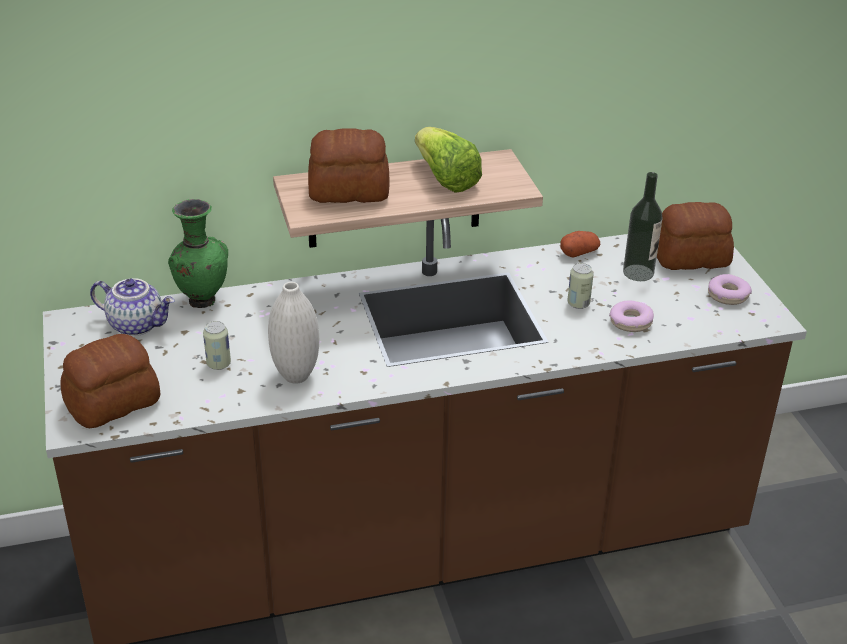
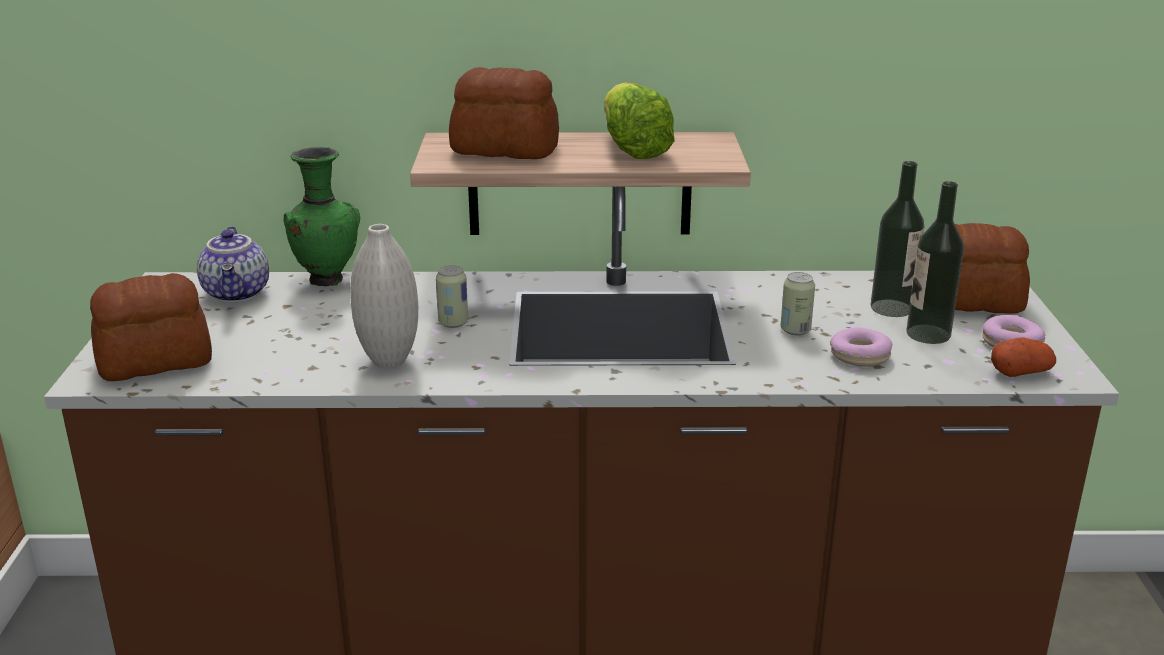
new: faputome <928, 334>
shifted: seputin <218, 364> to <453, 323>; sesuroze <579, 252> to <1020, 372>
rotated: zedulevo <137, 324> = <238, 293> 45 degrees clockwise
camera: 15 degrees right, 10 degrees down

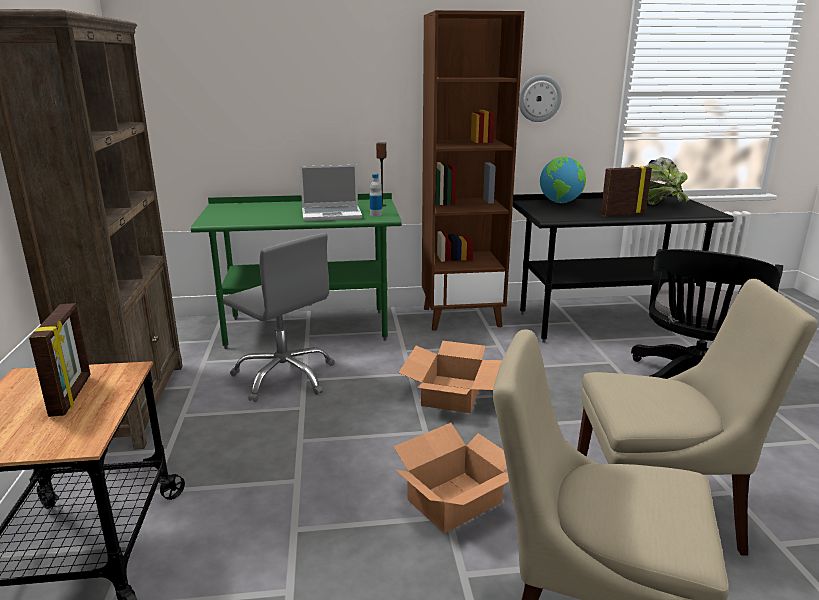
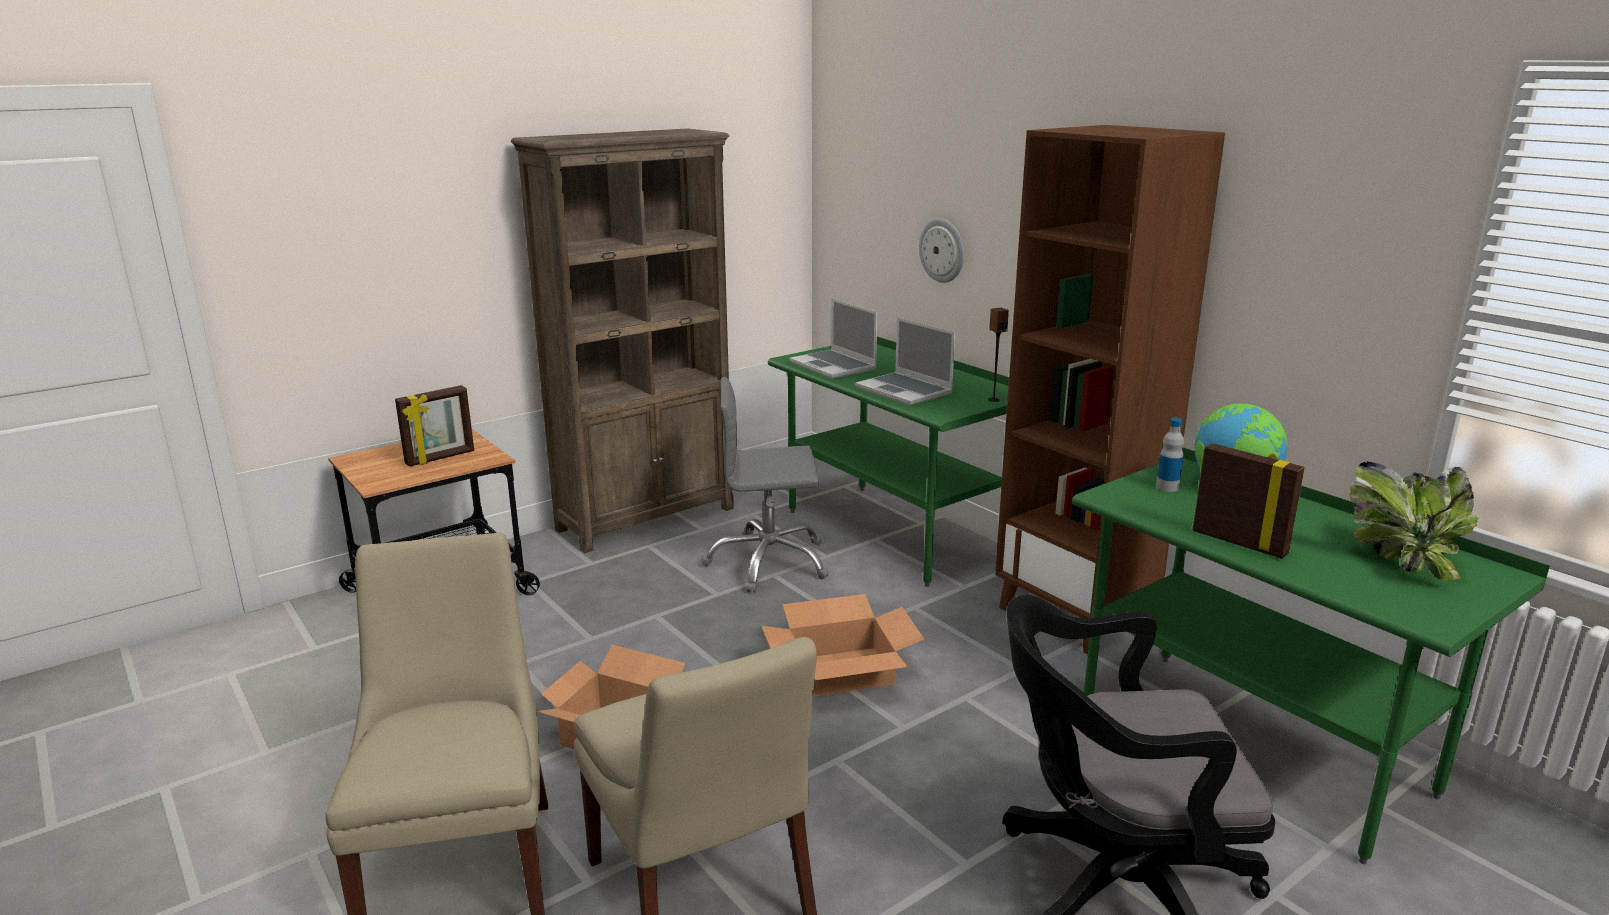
new: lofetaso <834, 366>
shifted: faputome <376, 214> to <1167, 487>; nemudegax <539, 98> to <942, 250>
repainted: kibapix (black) <603, 323> to kibapix (green) <1251, 746>
rotated: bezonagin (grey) <284, 376> = <768, 562> 75 degrees clockwise
camera: 60 degrees right, 0 degrees up

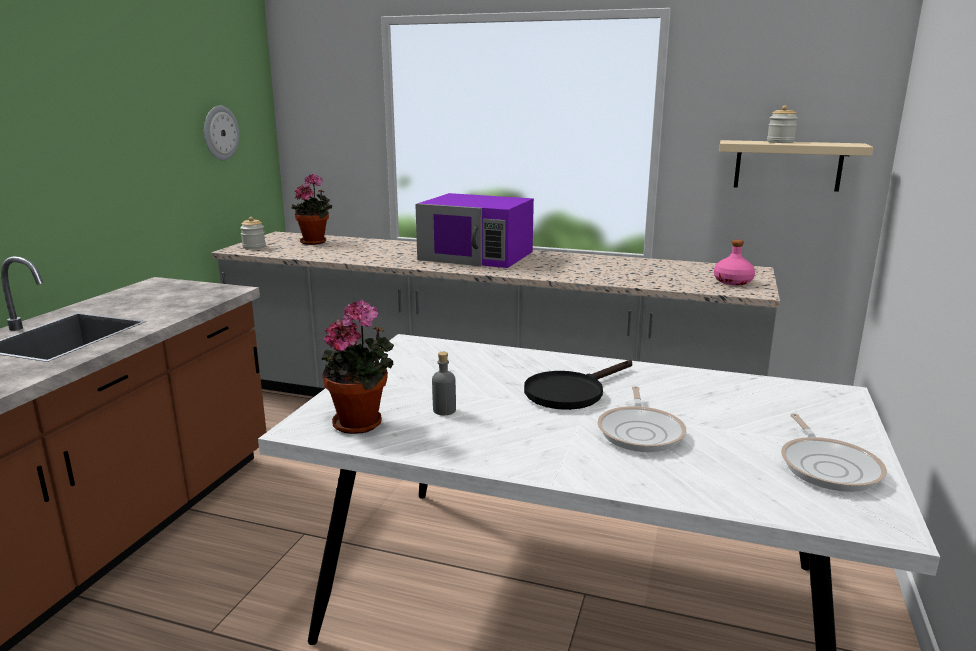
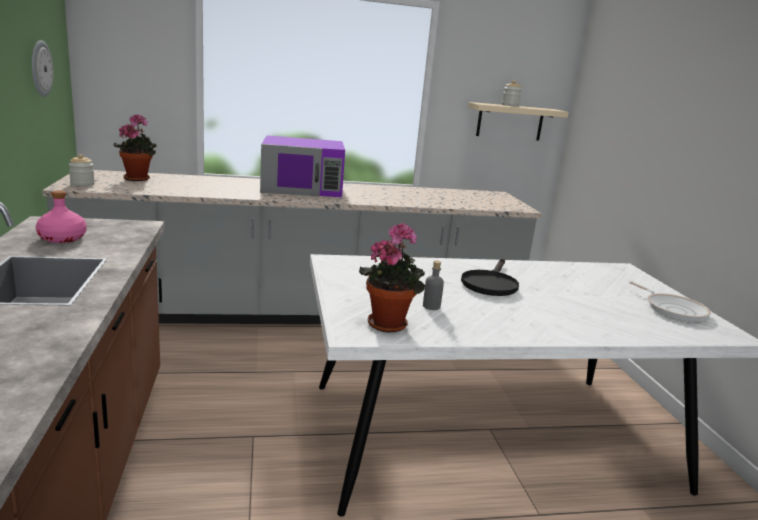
gone: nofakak <641, 432>
shifted: faputome (pink) <732, 282> to <62, 238>
camera: 30 degrees left, 0 degrees up

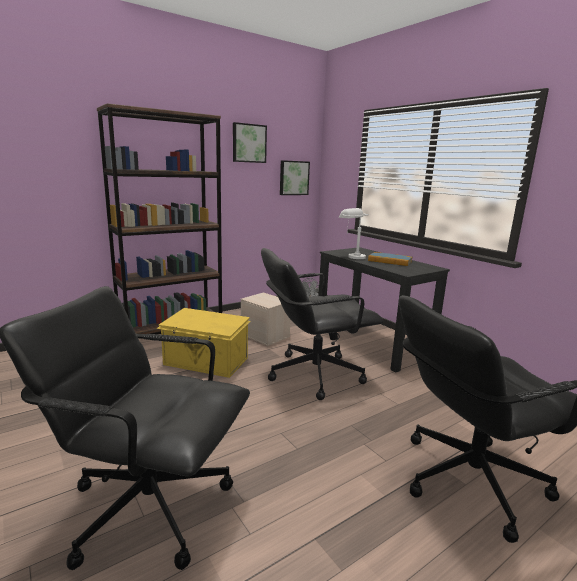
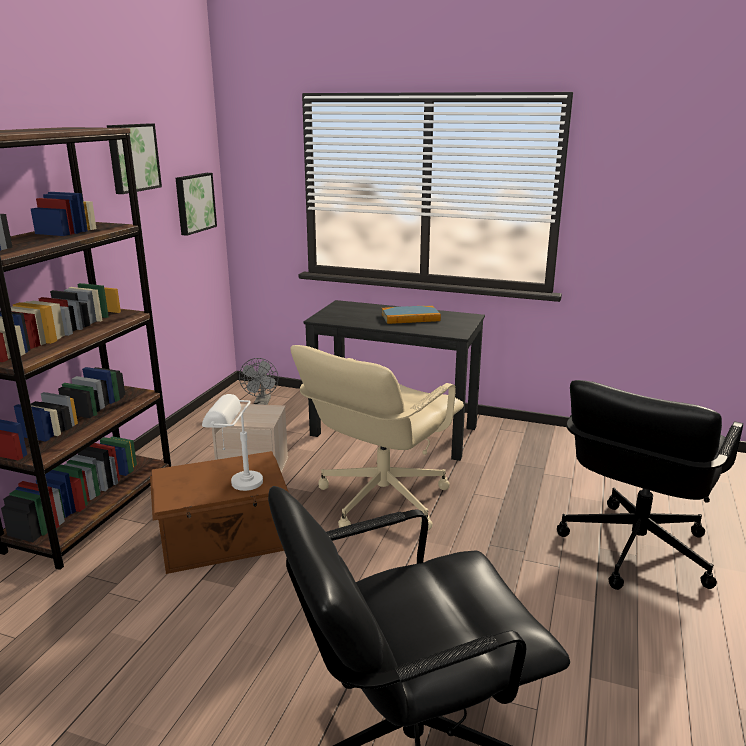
shifted: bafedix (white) <351, 256> to <236, 482>
repainted: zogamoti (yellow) <206, 362> to zogamoti (brown) <224, 541>; bezonagin (black) <314, 374> to bezonagin (beige) <381, 499>
camera: 35 degrees left, 5 degrees up

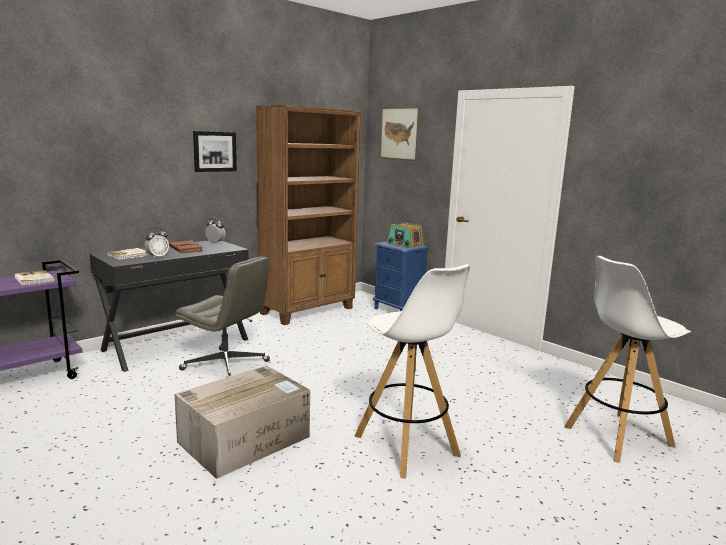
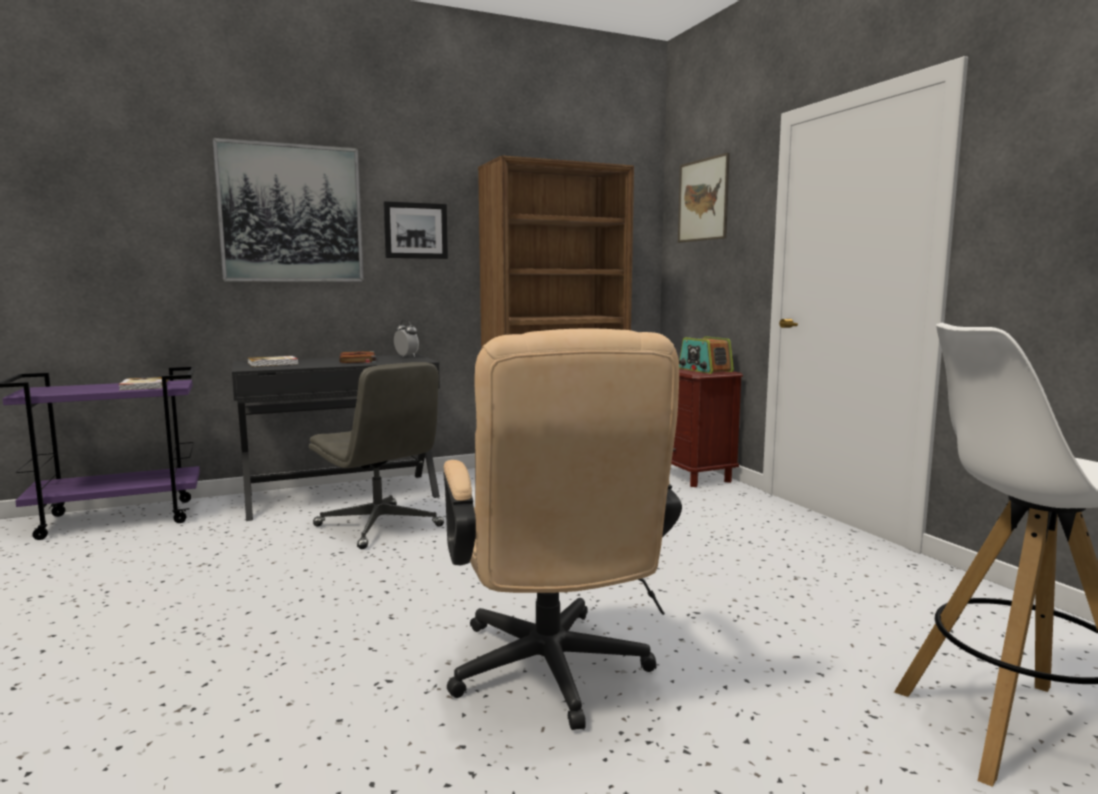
gone: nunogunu <157, 257>; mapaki <245, 439>
new: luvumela <291, 214>
swapped: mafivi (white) <407, 446> to bezonagin (beige) <552, 677>
repainted: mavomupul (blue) <397, 310> to mavomupul (brown) <694, 476>
camera: 20 degrees right, 5 degrees down

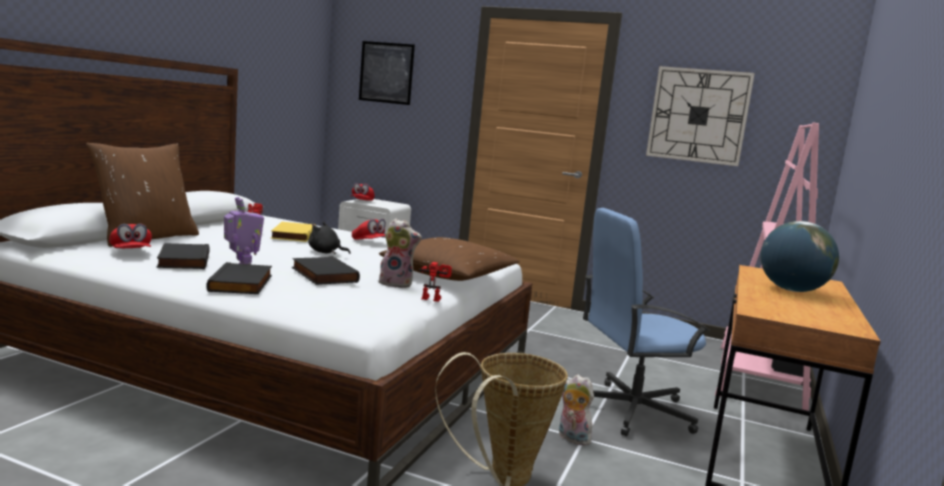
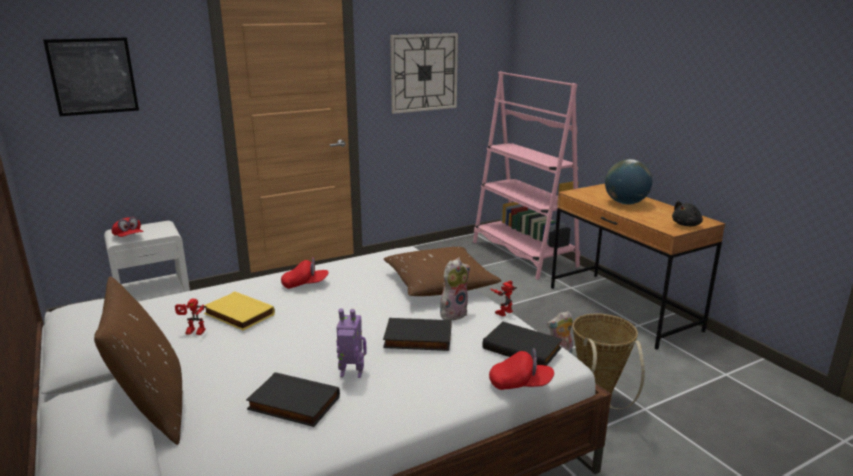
gone: bezonagin (blue) <631, 410>
shifted: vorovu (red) <131, 253> to <520, 384>; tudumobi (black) <242, 283> to <523, 347>; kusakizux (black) <325, 252> to <687, 225>
camera: 50 degrees left, 10 degrees up

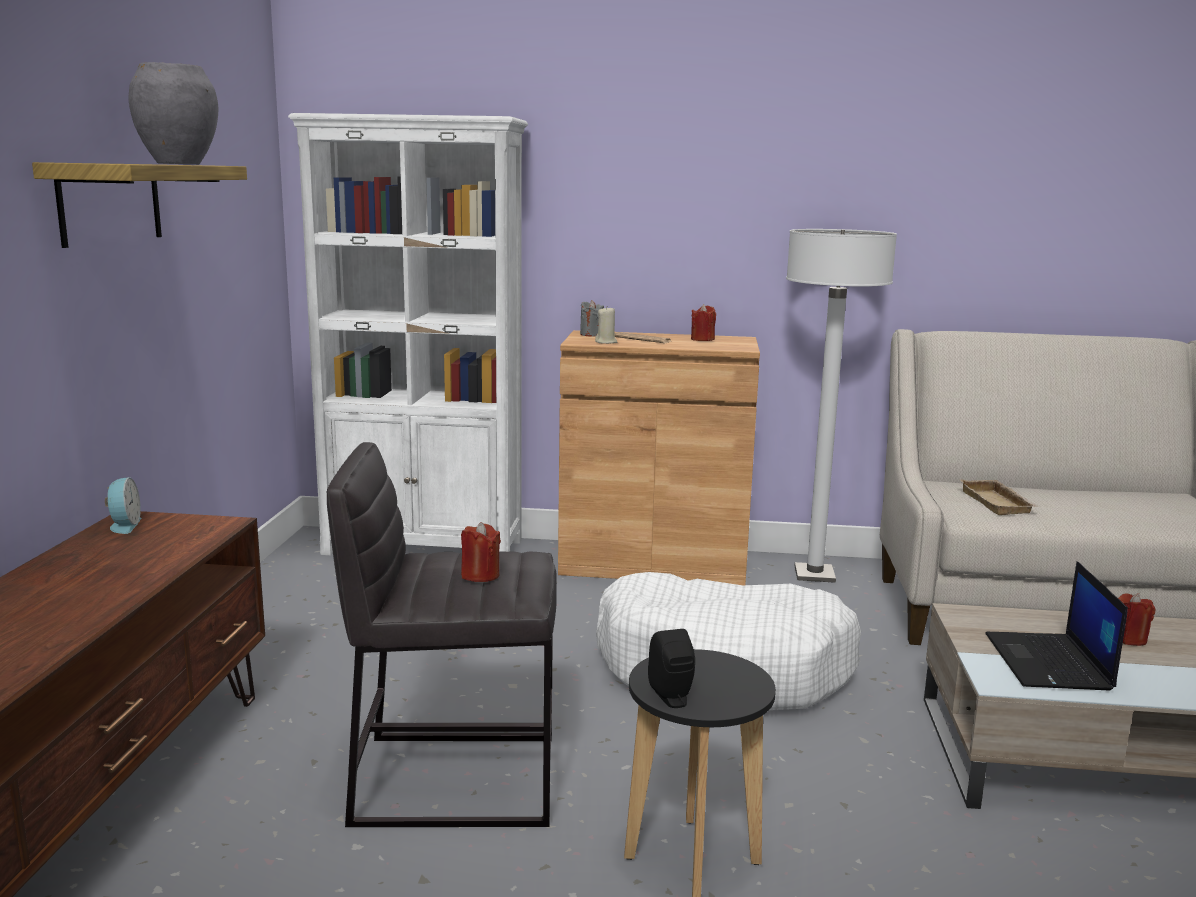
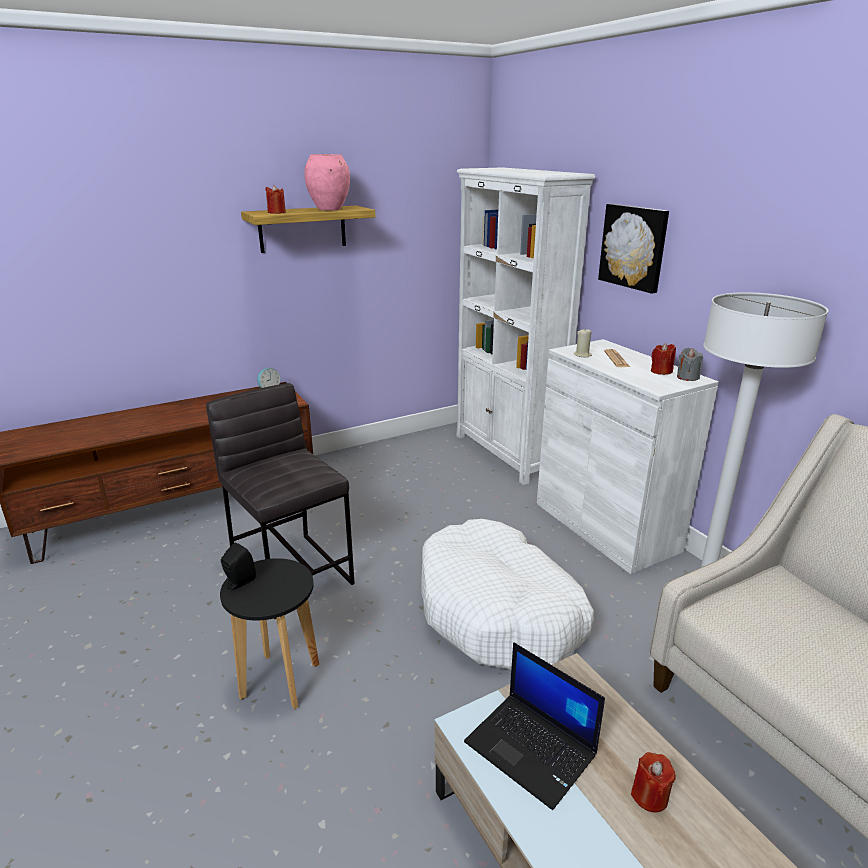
gone: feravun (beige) <999, 503>
new: luvumela <634, 247>
shifted: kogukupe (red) <480, 575> to <276, 212>; kogukupe (grey) <591, 334> to <687, 377>
repainted: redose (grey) <179, 164> to redose (pink) <330, 209>; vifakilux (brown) <653, 563> to vifakilux (white) <605, 526>
rotated: lofetaso <1049, 663> = <532, 748> 105 degrees counterclockwise
camera: 55 degrees right, 10 degrees up

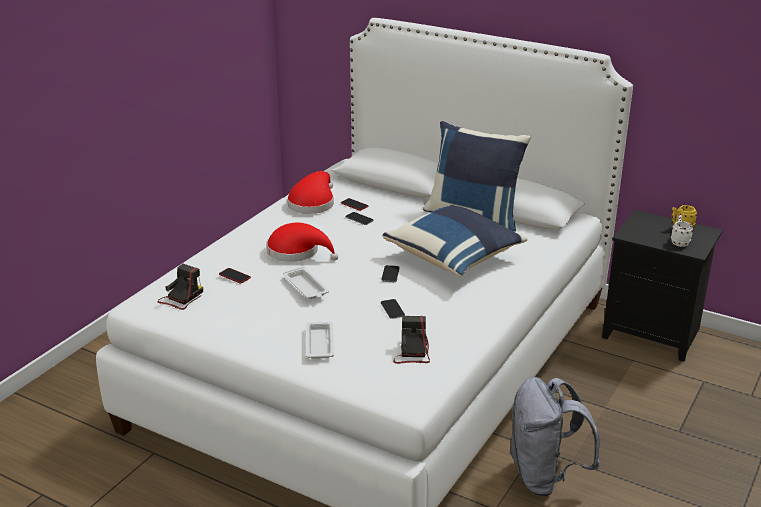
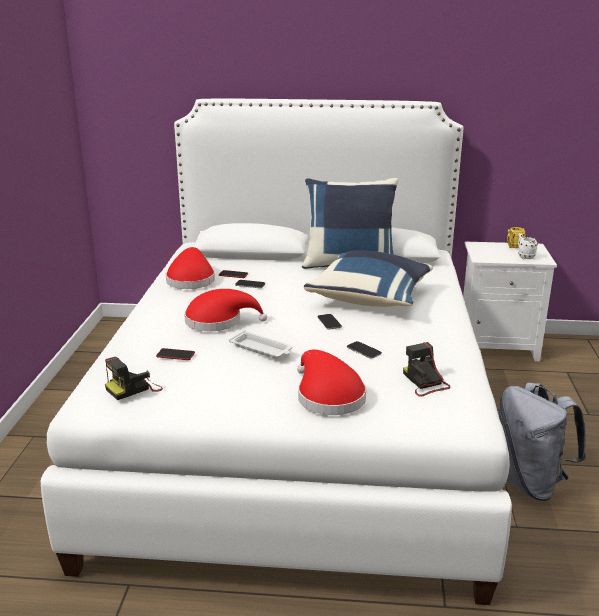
swapped: feravun (white) <319, 343> to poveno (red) <327, 396>
repainted: mavomupul (black) <654, 333> to mavomupul (white) <498, 346>
rotated: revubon <181, 298> = <134, 388> 135 degrees counterclockwise
camera: 25 degrees left, 5 degrees down

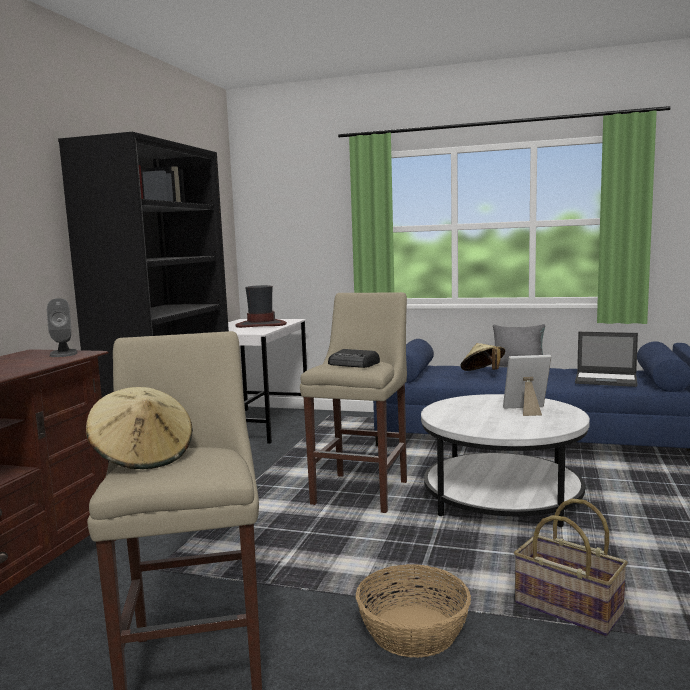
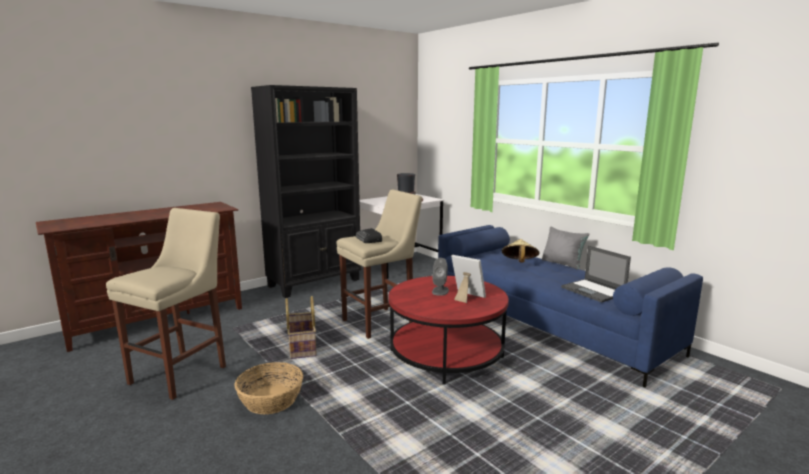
gone: poveno (beige) <143, 457>
shifted: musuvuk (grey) <63, 353> to <440, 291>; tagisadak <567, 608> to <301, 347>
repainted: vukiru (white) <502, 498> to vukiru (red) <446, 354>
camera: 35 degrees right, 5 degrees up

